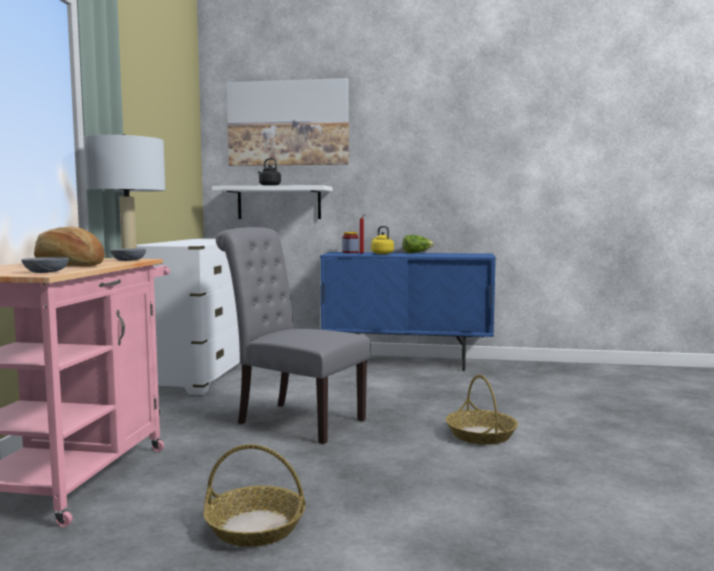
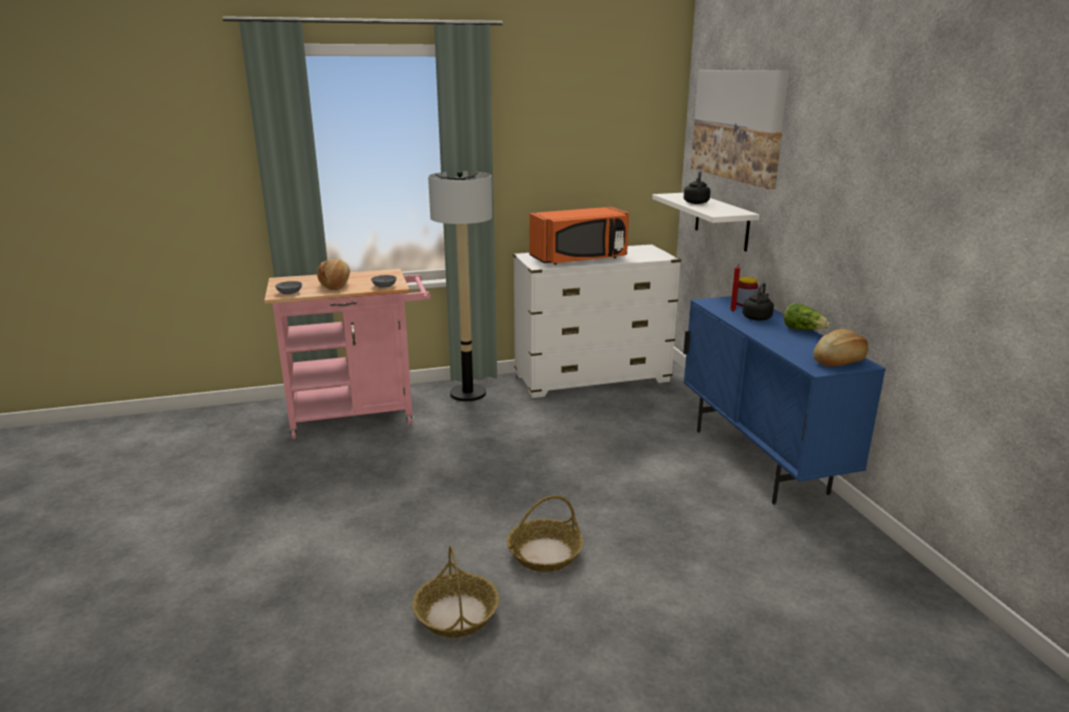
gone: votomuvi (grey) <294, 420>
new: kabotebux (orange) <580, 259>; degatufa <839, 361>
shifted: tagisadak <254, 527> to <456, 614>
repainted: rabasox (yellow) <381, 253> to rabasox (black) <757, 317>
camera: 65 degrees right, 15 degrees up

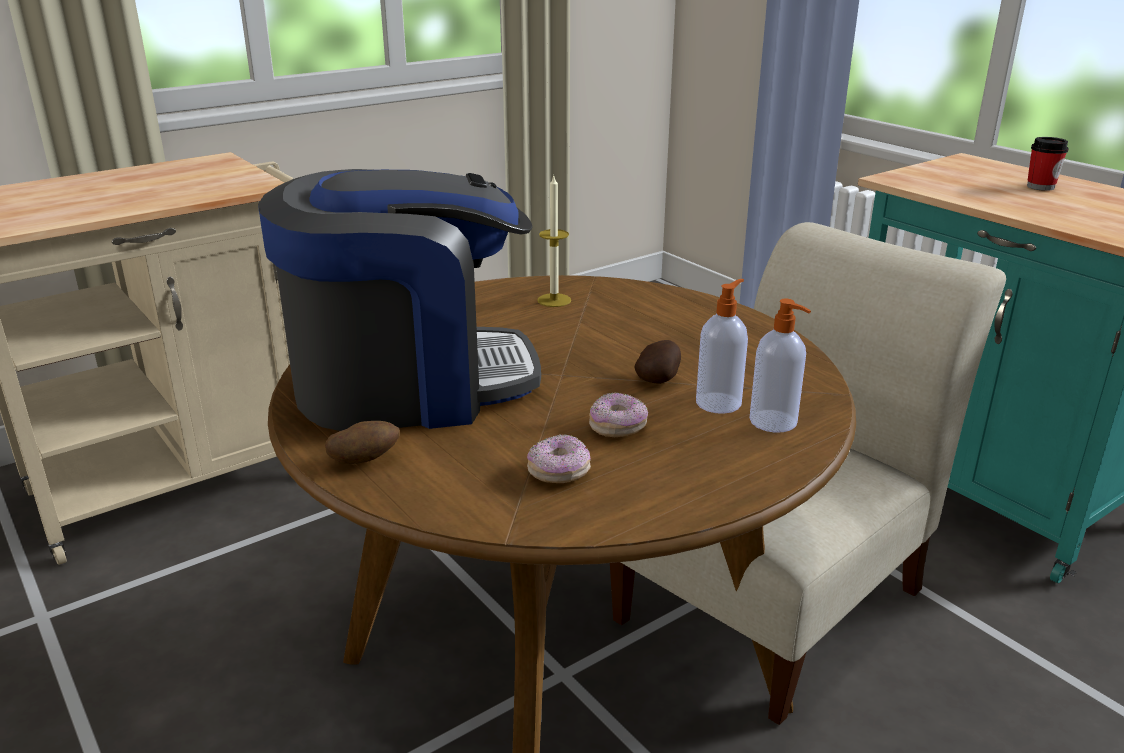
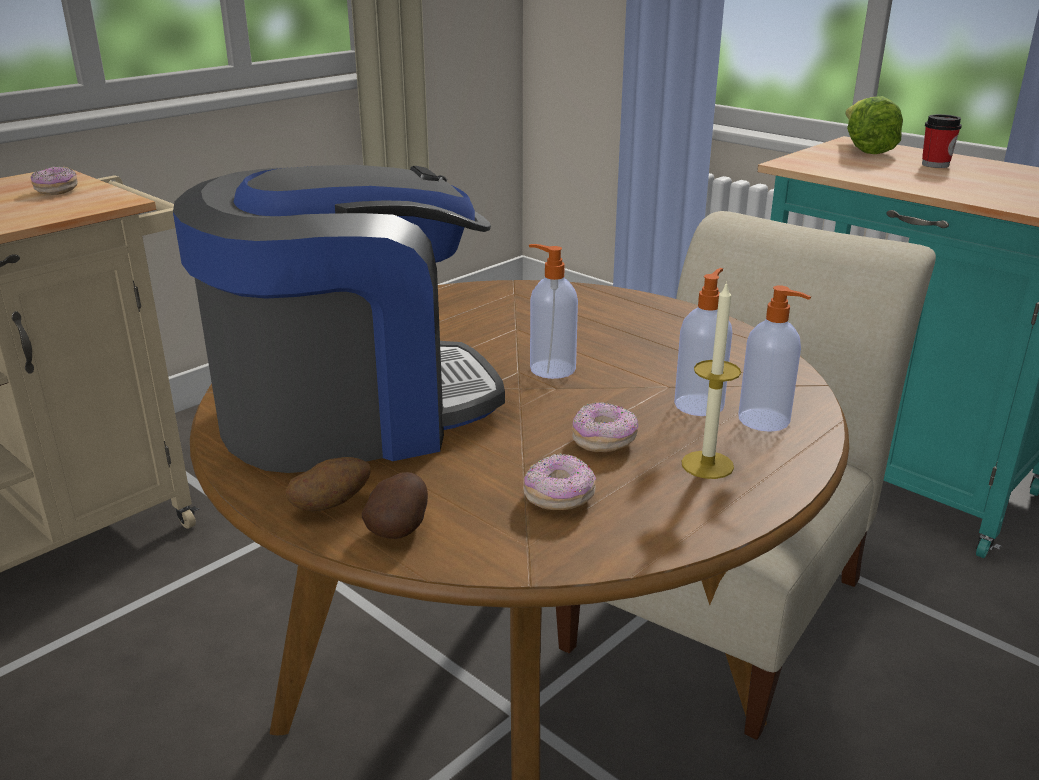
new: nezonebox <56, 190>; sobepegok <551, 369>; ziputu <864, 149>
shifted: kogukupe <554, 300> to <707, 465>; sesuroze <659, 379> to <400, 528>
camera: 10 degrees left, 0 degrees up

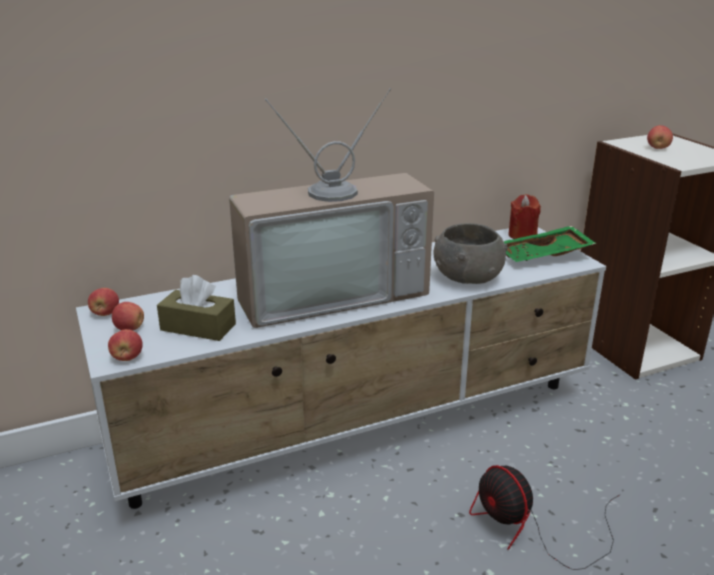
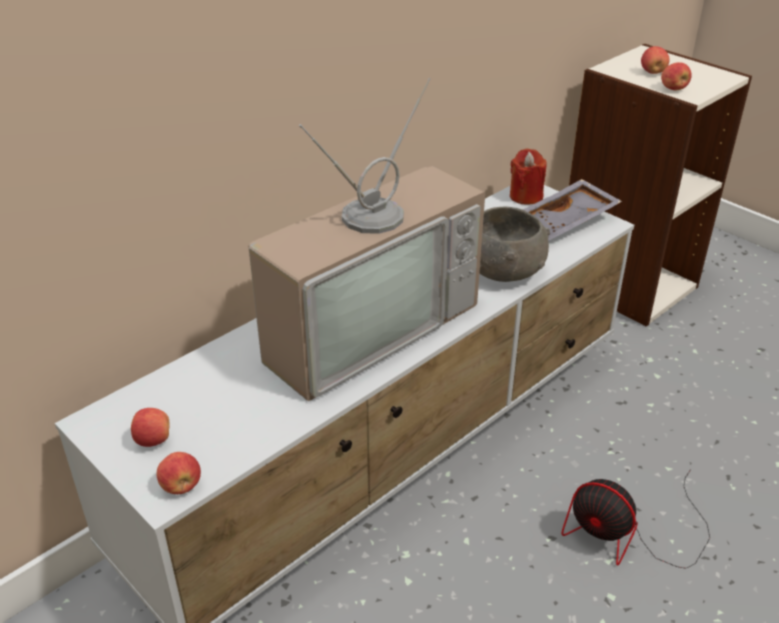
gone: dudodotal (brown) <198, 327>
shifted: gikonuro <105, 313> to <673, 89>
repainted: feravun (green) <544, 256> to feravun (grey) <565, 223>
camera: 20 degrees left, 10 degrees up

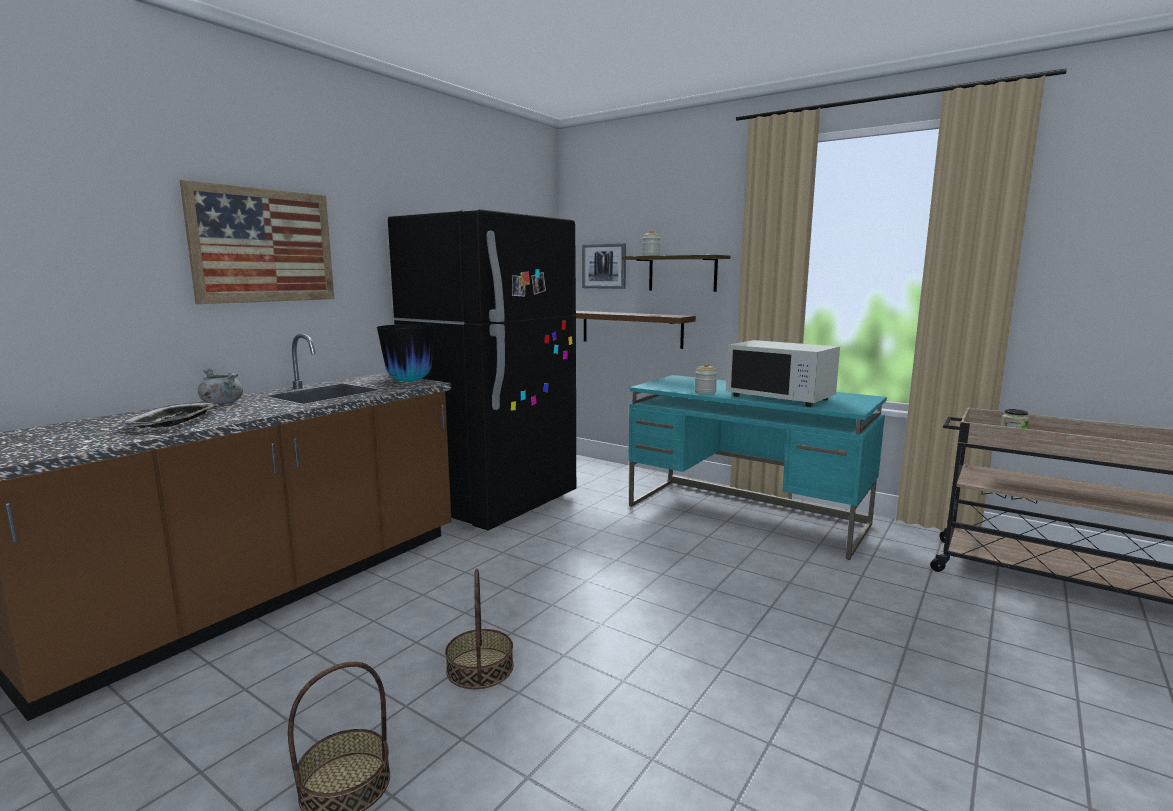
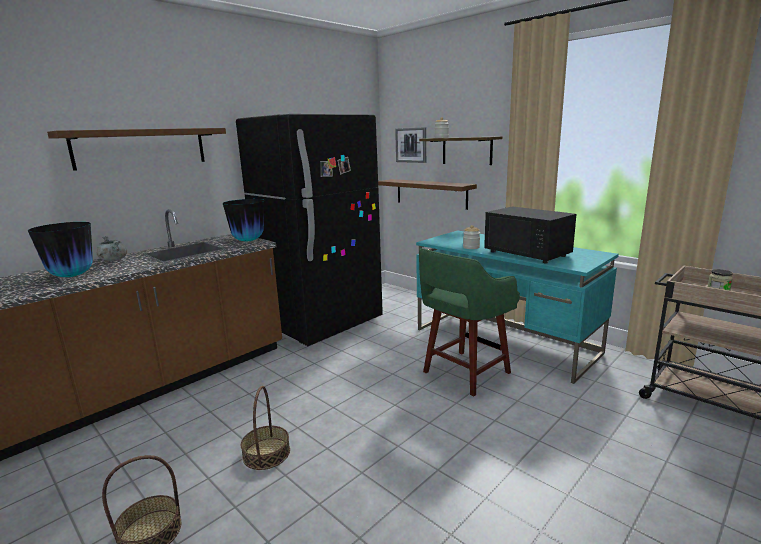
new: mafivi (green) <464, 373>
swapped: feravun <174, 421> to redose <72, 276>; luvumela <264, 246> to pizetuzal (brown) <141, 148>
repainted: kabotebux (white) <780, 397> to kabotebux (black) <527, 253>
camera: 10 degrees right, 5 degrees up

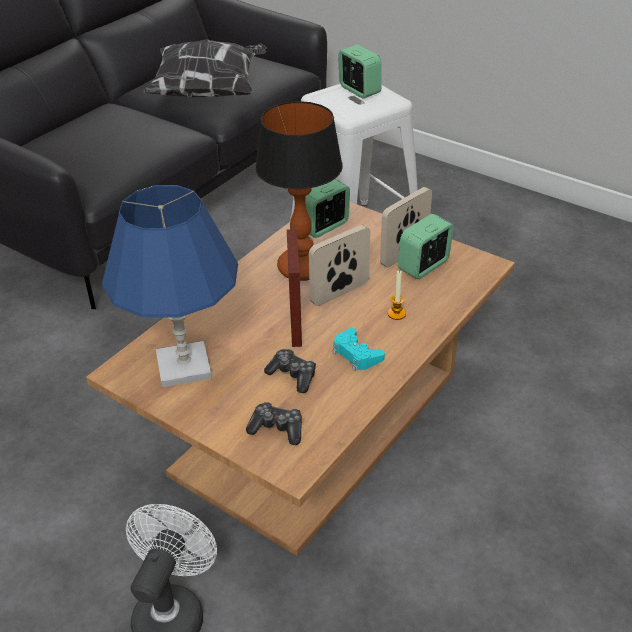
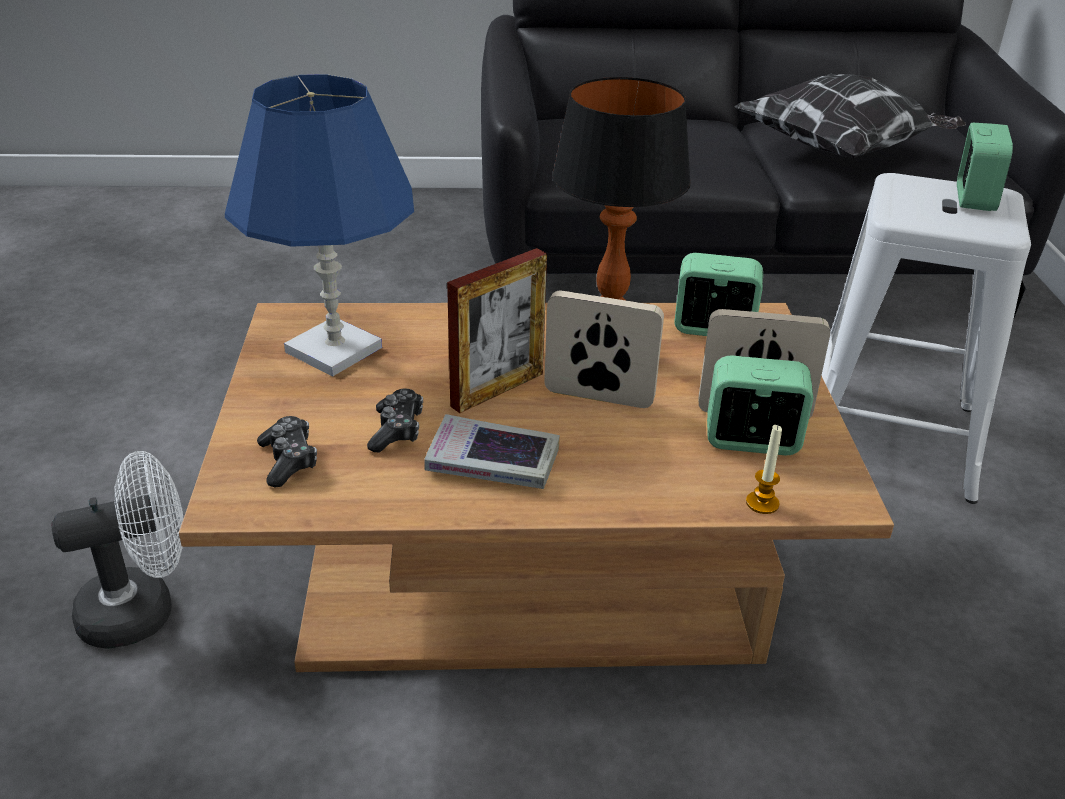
shifted: kogukupe <396, 314> to <762, 503>
swapped: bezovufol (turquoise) <356, 354> to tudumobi <492, 462>
camera: 50 degrees right, 5 degrees down

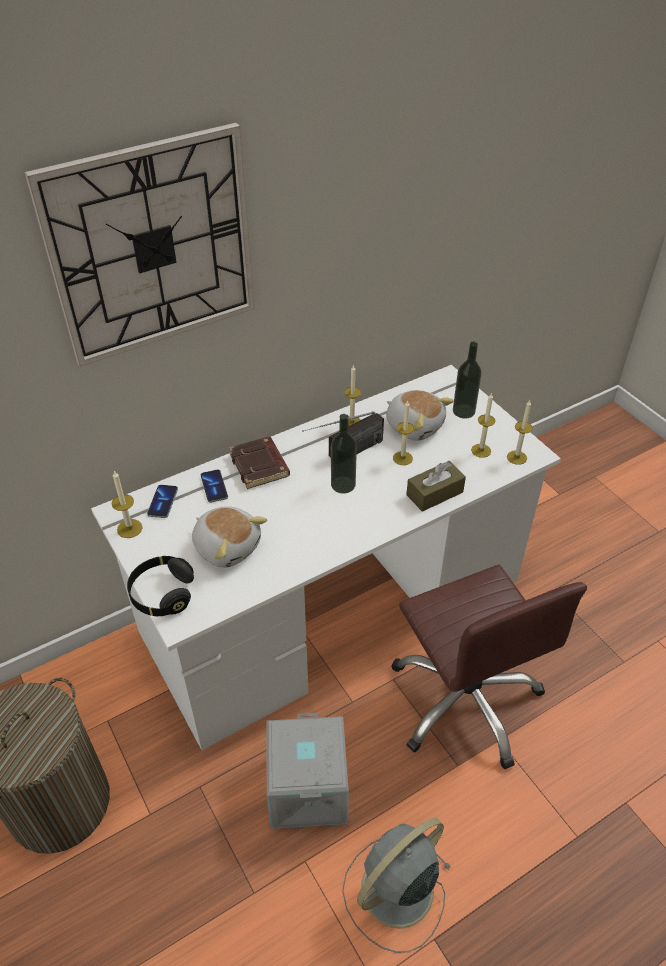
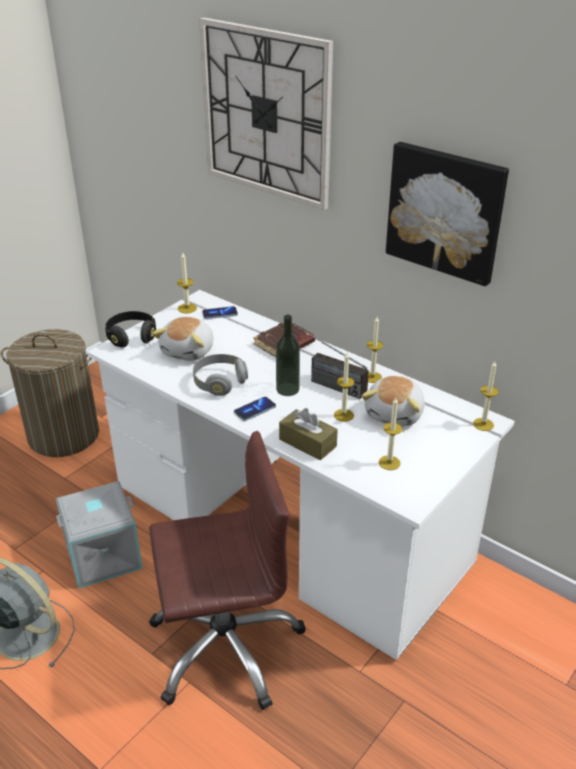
gone: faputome <463, 411>
new: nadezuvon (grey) <219, 382>; luvumela <446, 211>
shifted: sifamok <214, 487> to <255, 410>; kogukupe <516, 457> to <483, 424>
rotated: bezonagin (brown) <466, 699> = <225, 645> 150 degrees counterclockwise
camera: 70 degrees right, 10 degrees down

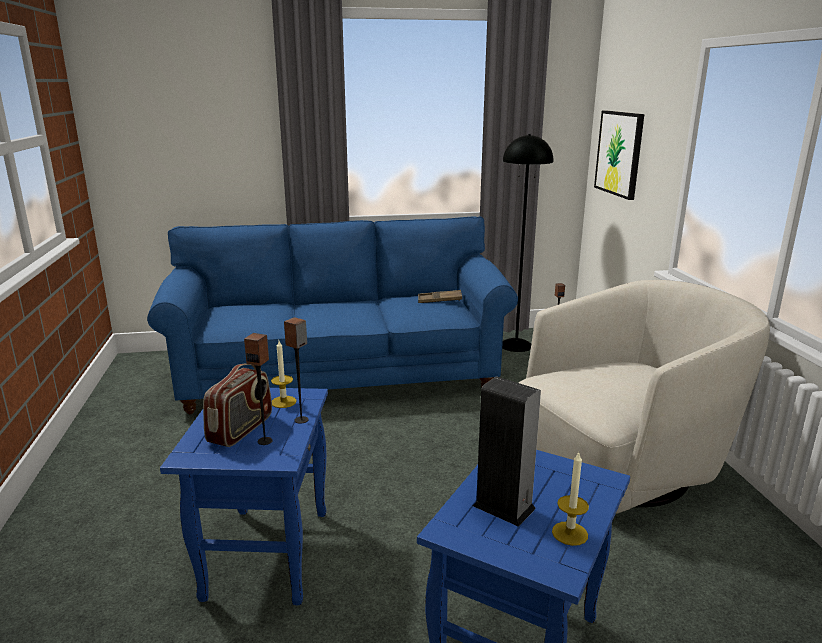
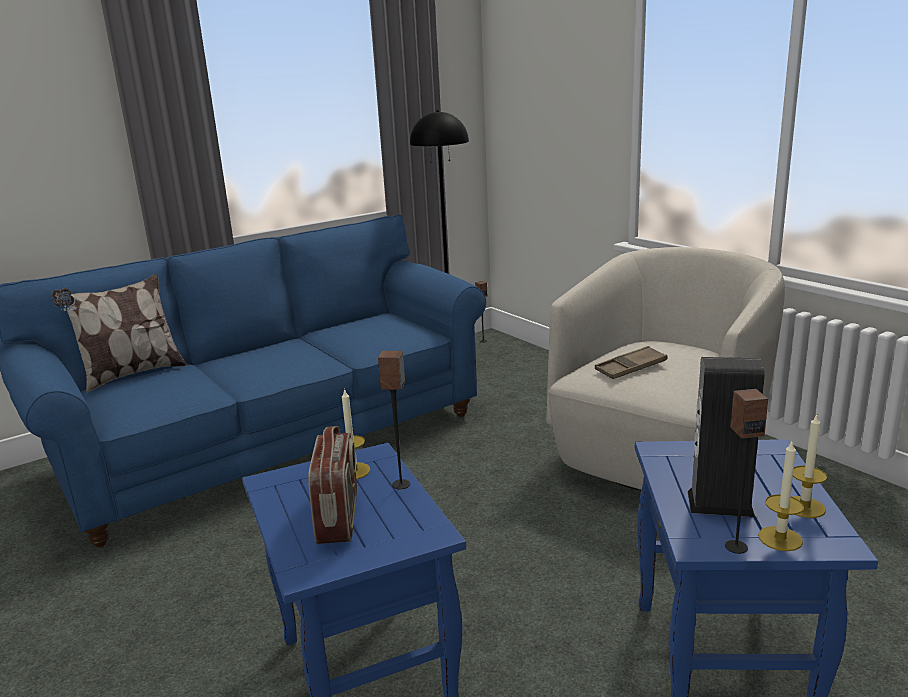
gone: luvumela <619, 153>
new: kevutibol <131, 374>; kogukupe <780, 538>
shifted: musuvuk <265, 441> to <736, 546>; feravun (brown) <439, 300> to <630, 368>
camera: 25 degrees left, 0 degrees up

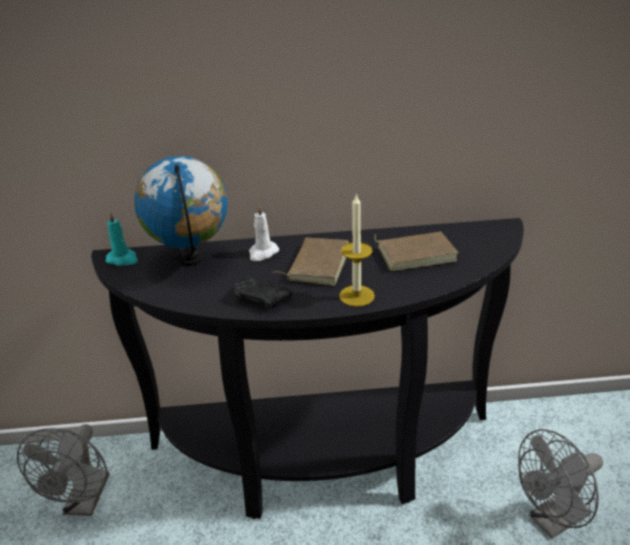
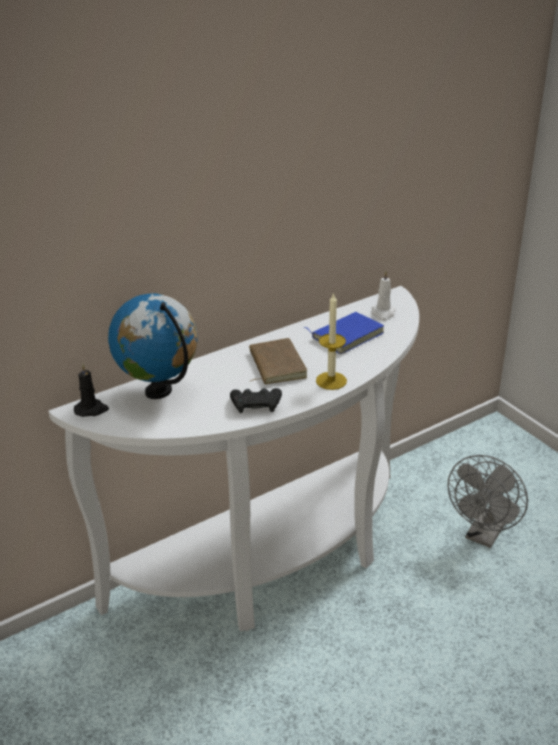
gone: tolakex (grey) <84, 502>
shifted: kogukupe (white) <262, 253> to <383, 313>
repainted: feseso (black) <323, 462> to feseso (white) <277, 562>; kogukupe (turquoise) <123, 259> to kogukupe (black) <91, 409>; tudumobi (brown) <415, 253> to tudumobi (blue) <346, 335>
camera: 30 degrees left, 0 degrees up

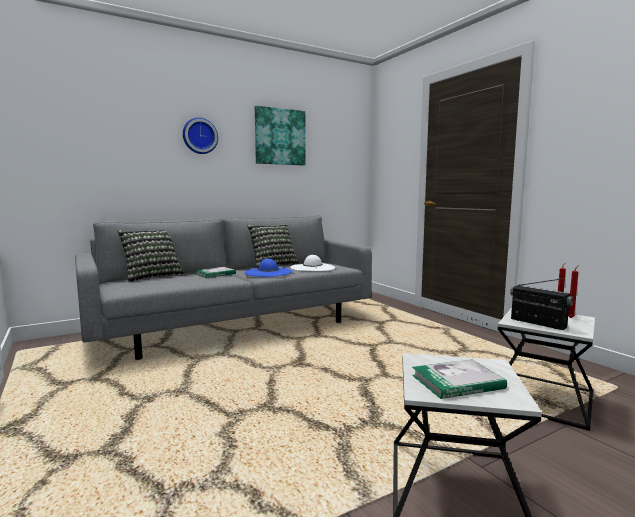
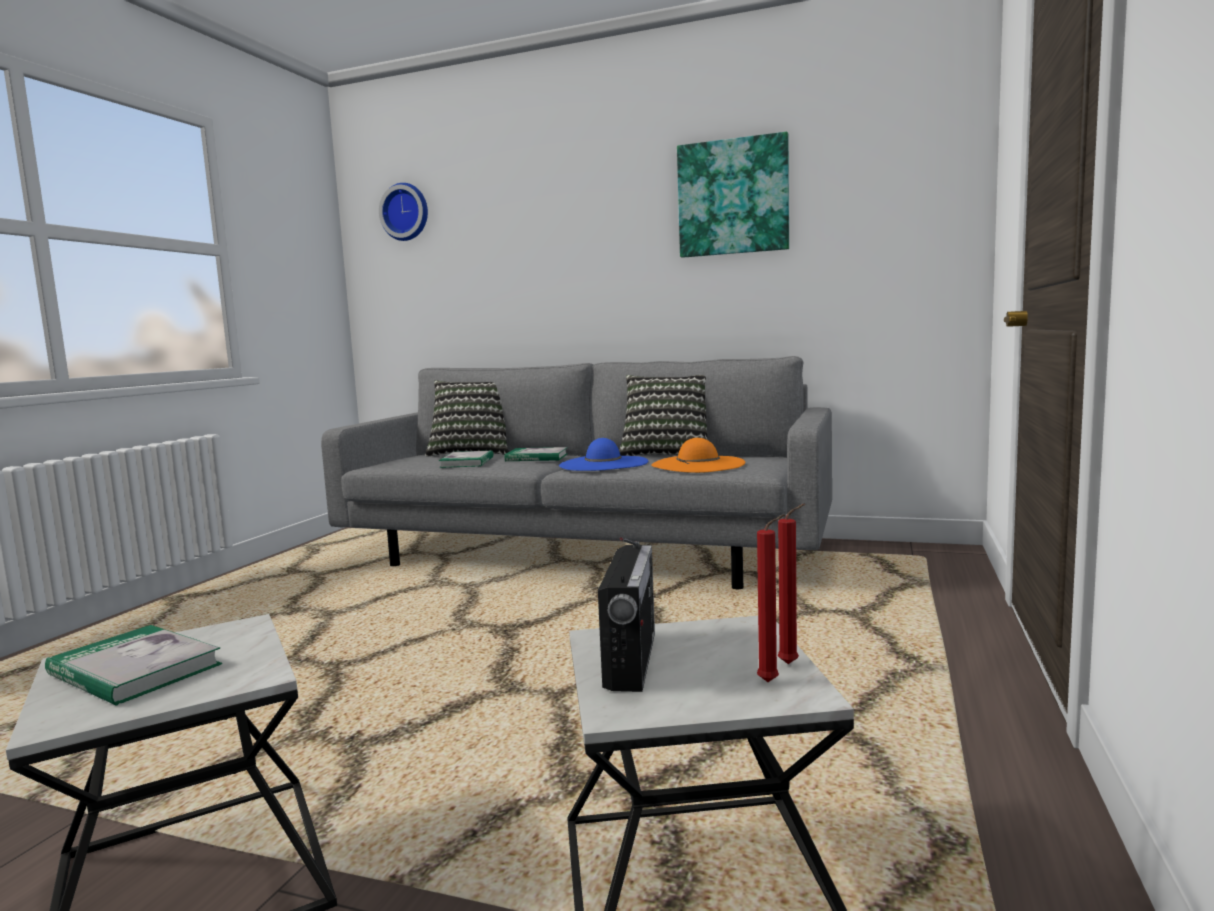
new: tudumobi <467, 462>
shifted: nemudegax <199, 136> to <406, 212>
repainted: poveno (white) <312, 267> to poveno (orange) <698, 464>
camera: 50 degrees right, 0 degrees up

